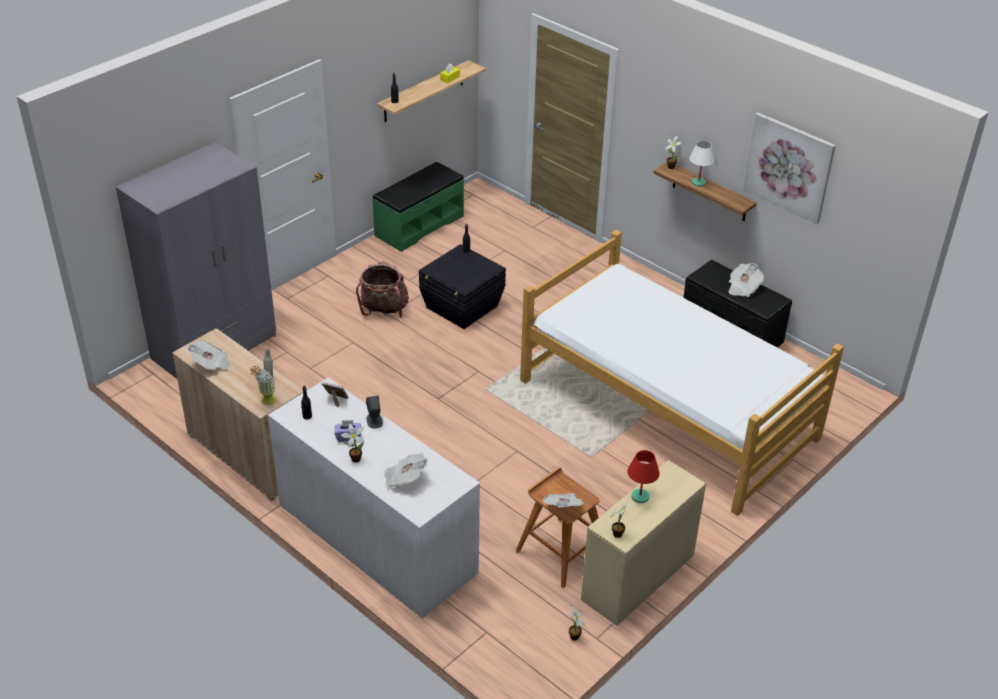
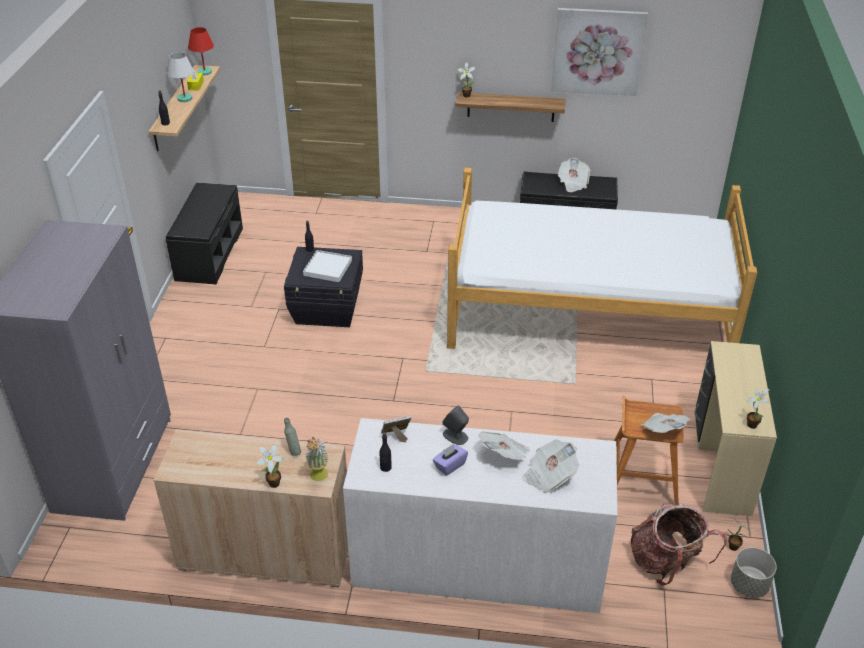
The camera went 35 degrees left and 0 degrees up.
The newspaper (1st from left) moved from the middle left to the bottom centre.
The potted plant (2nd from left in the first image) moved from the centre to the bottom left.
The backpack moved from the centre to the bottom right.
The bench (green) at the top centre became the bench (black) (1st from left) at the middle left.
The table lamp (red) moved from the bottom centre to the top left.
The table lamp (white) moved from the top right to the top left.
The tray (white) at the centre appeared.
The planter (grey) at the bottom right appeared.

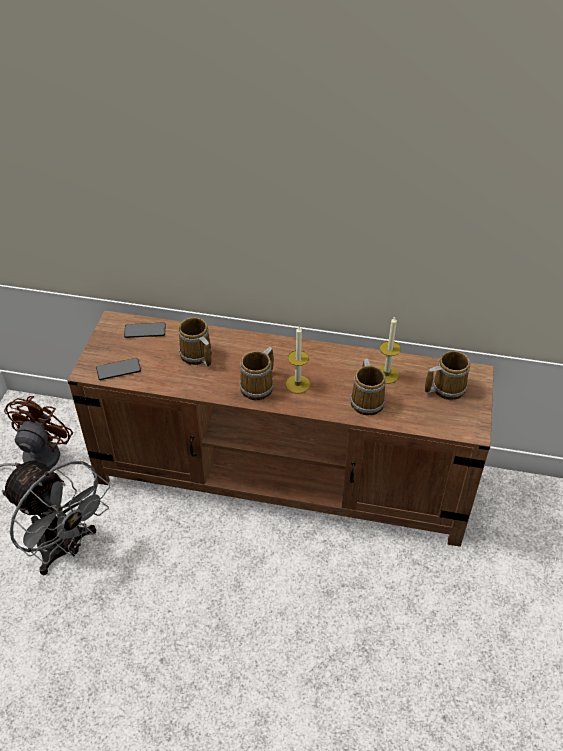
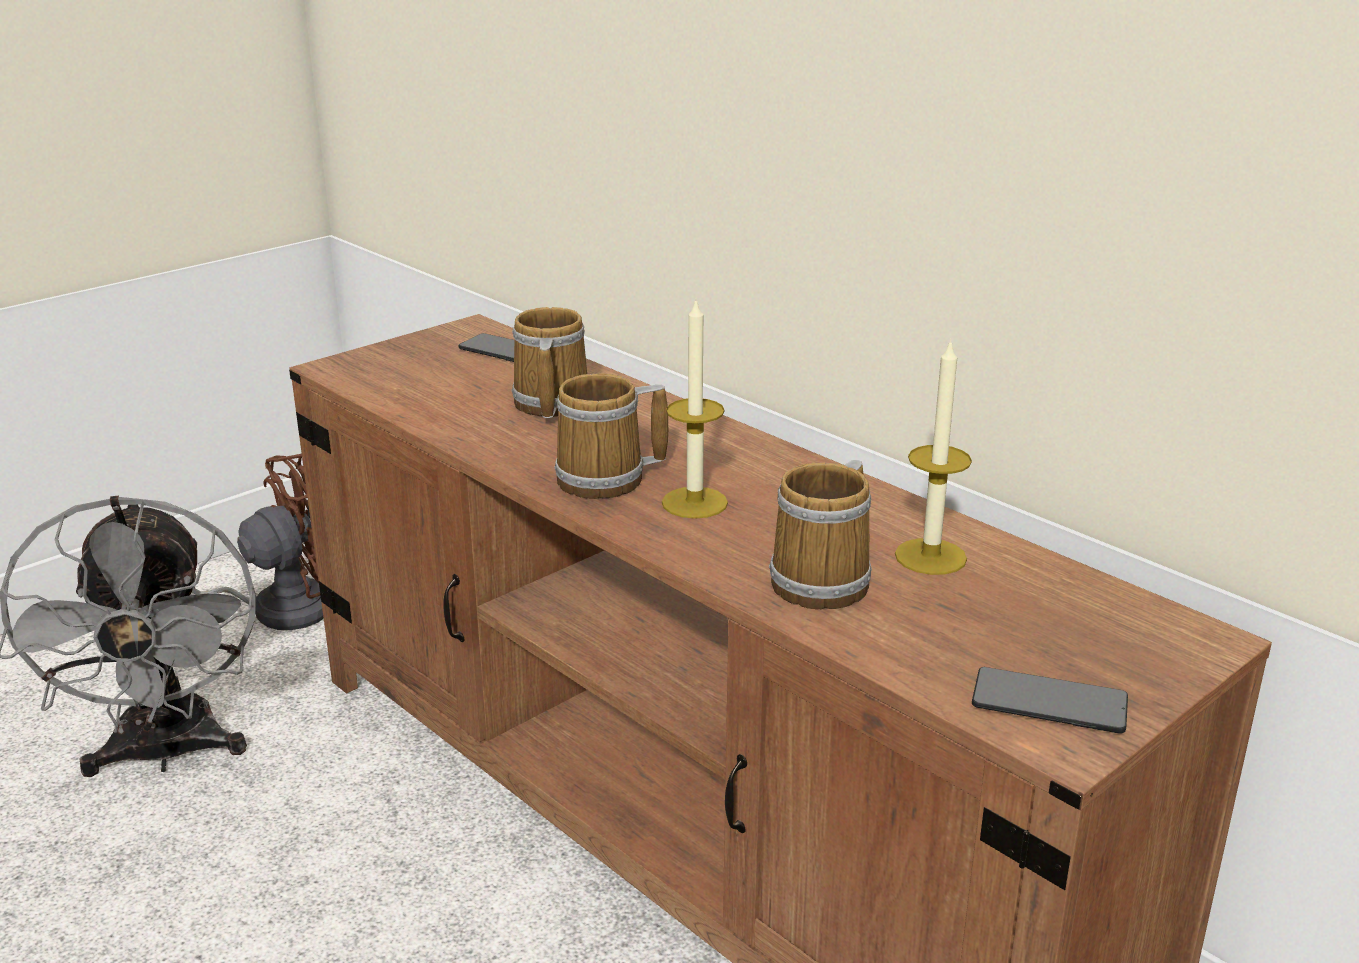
The camera went 35 degrees right and 20 degrees down.
The phone (1st from left in the first image) moved from the middle left to the bottom right.
The mug (4th from left) at the middle right disappeared.

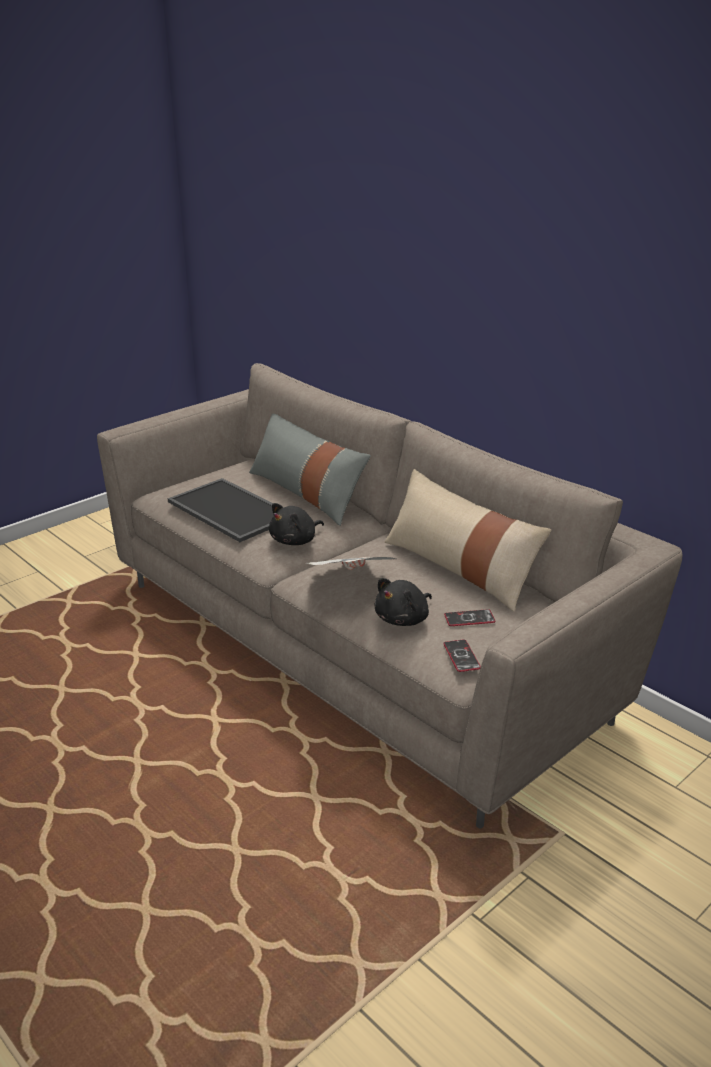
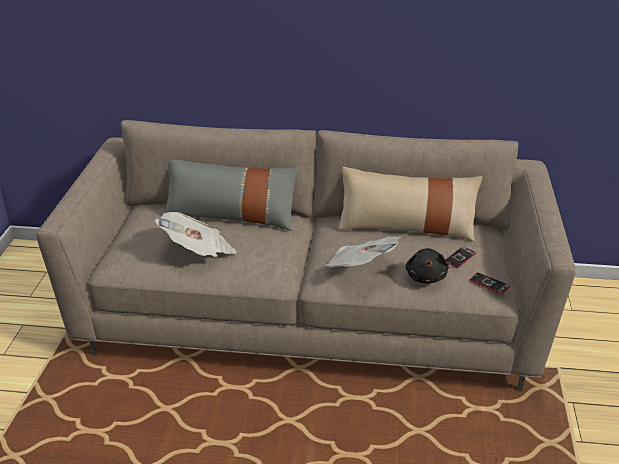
The camera went 40 degrees left and 5 degrees up.
The tray at the middle left was replaced by the newspaper (1st from left) at the middle left.
The plush toy (black) (1st from left) at the centre disappeared.

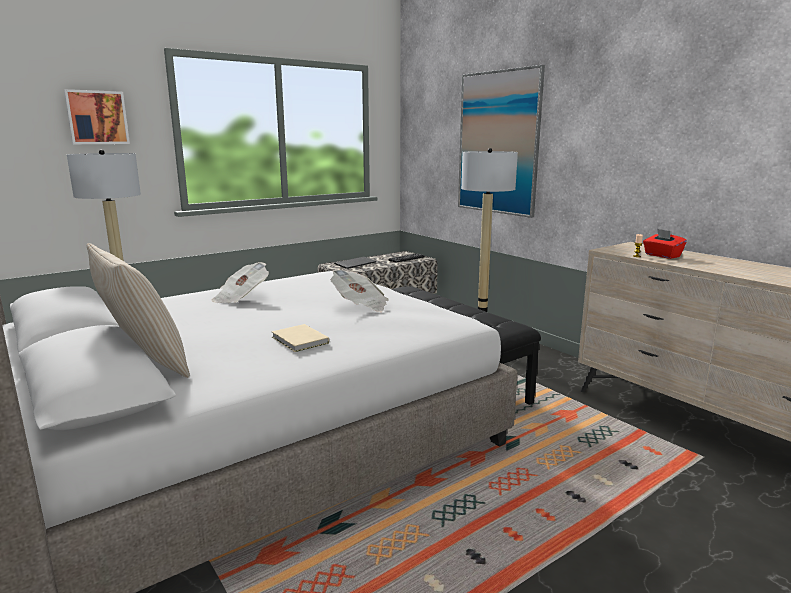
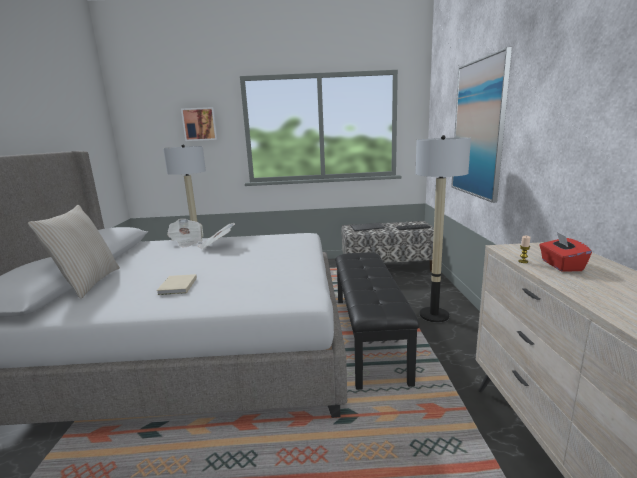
The camera went 35 degrees right and 0 degrees up.
The newspaper (2nd from left in the first image) moved from the centre to the middle left.

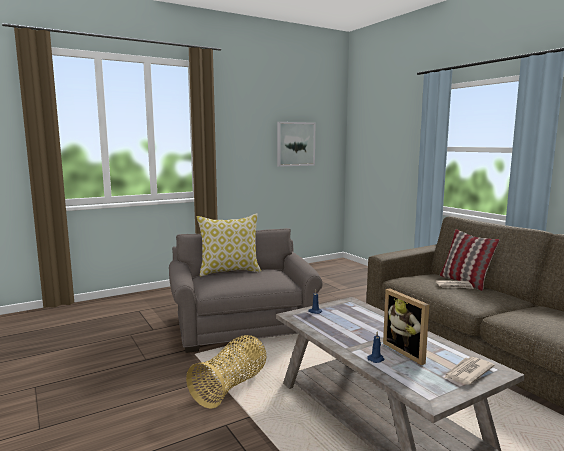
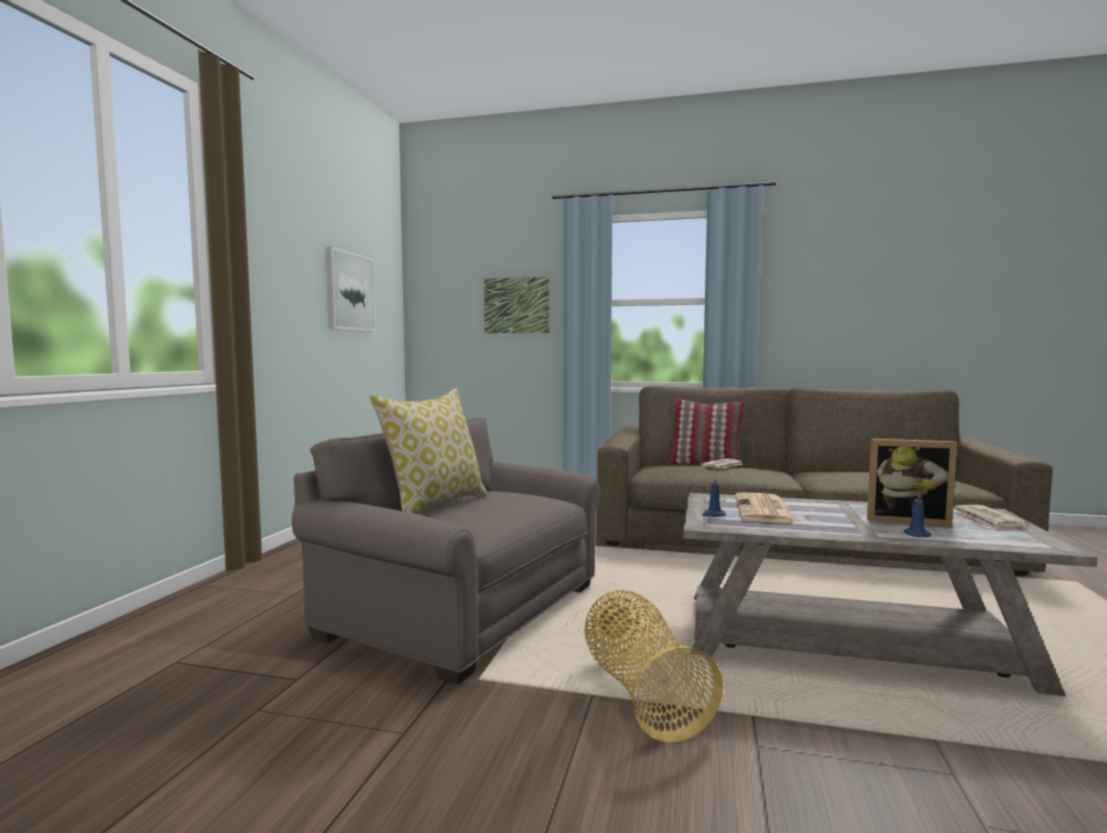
The camera went 45 degrees left and 5 degrees down.
The picture (2nd from left) at the centre appeared.
The newspaper (2nd from left) at the middle right appeared.

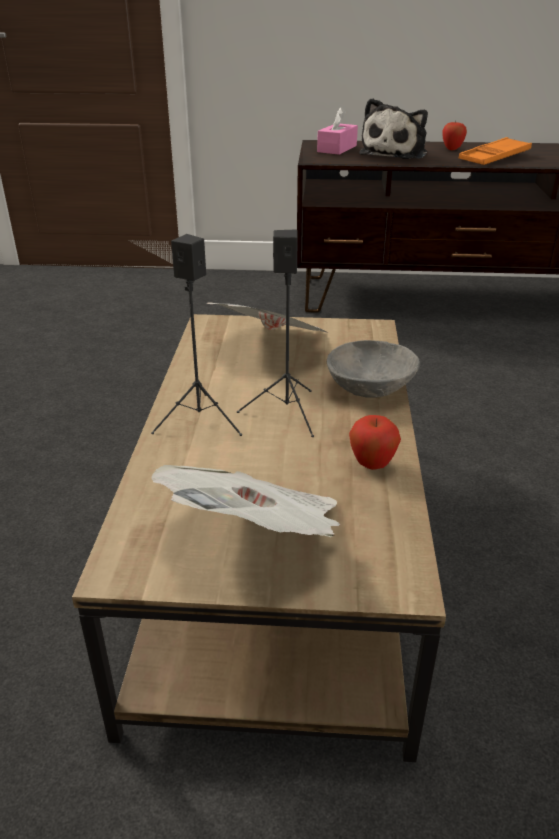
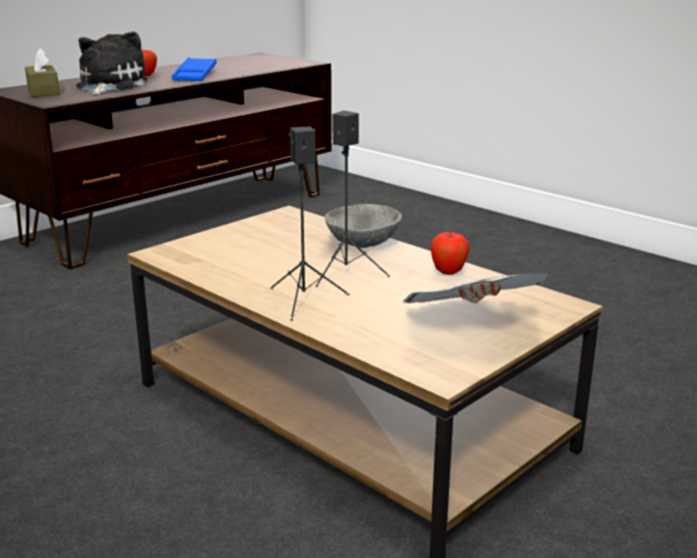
The camera went 50 degrees left and 10 degrees down.
The newspaper (2nd from left) at the centre disappeared.
The tissue box (pink) at the top centre became the tissue box (brown) at the top left.
The plush toy at the top right turned 150 degrees counterclockwise.
The tray (orange) at the top right became the tray (blue) at the top left.

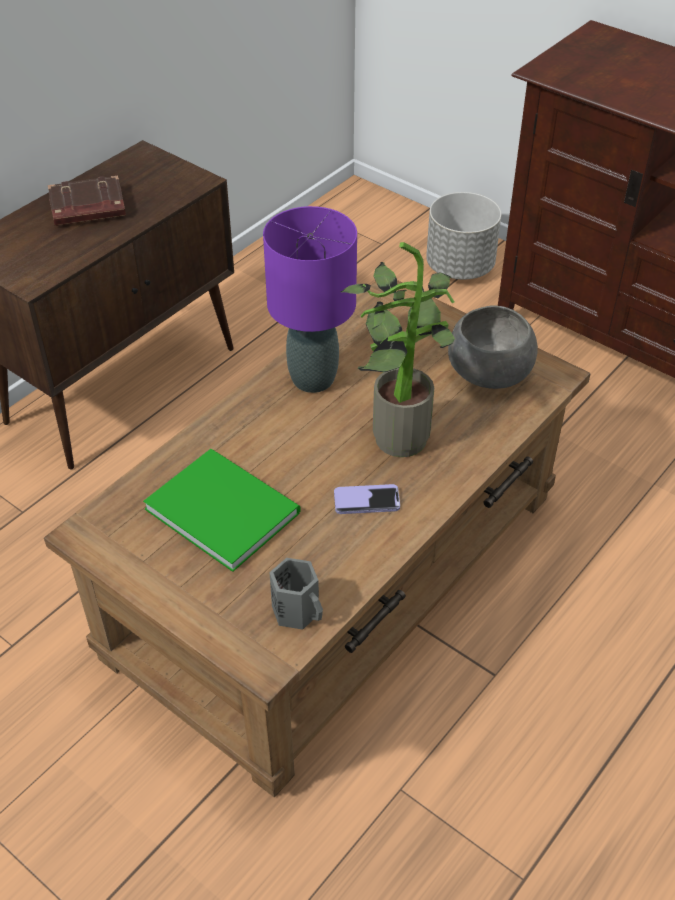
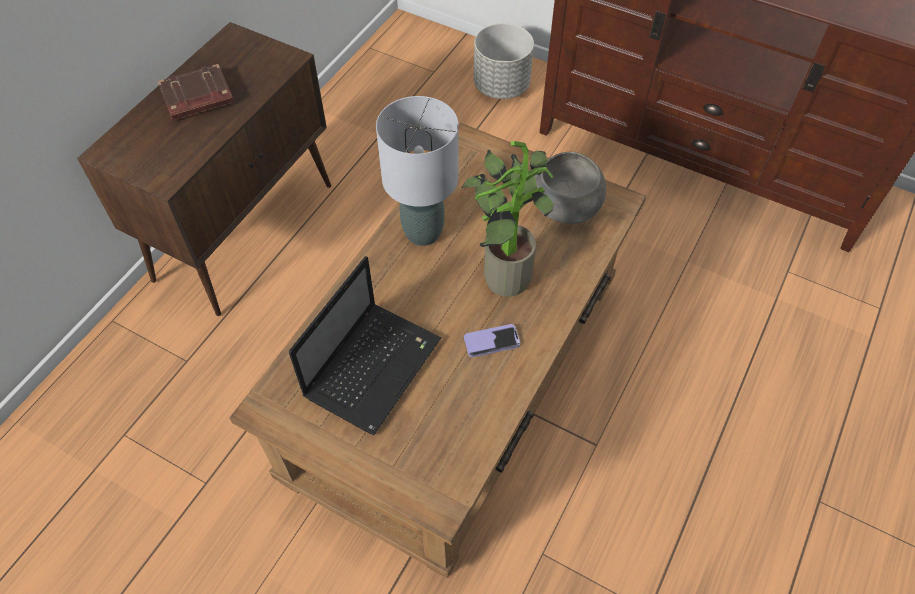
The camera went 10 degrees left and 10 degrees up.
The book (green) at the middle left was replaced by the laptop at the centre.
The table lamp (purple) at the top centre became the table lamp (grey) at the top centre.
The mug (grey) at the centre disappeared.

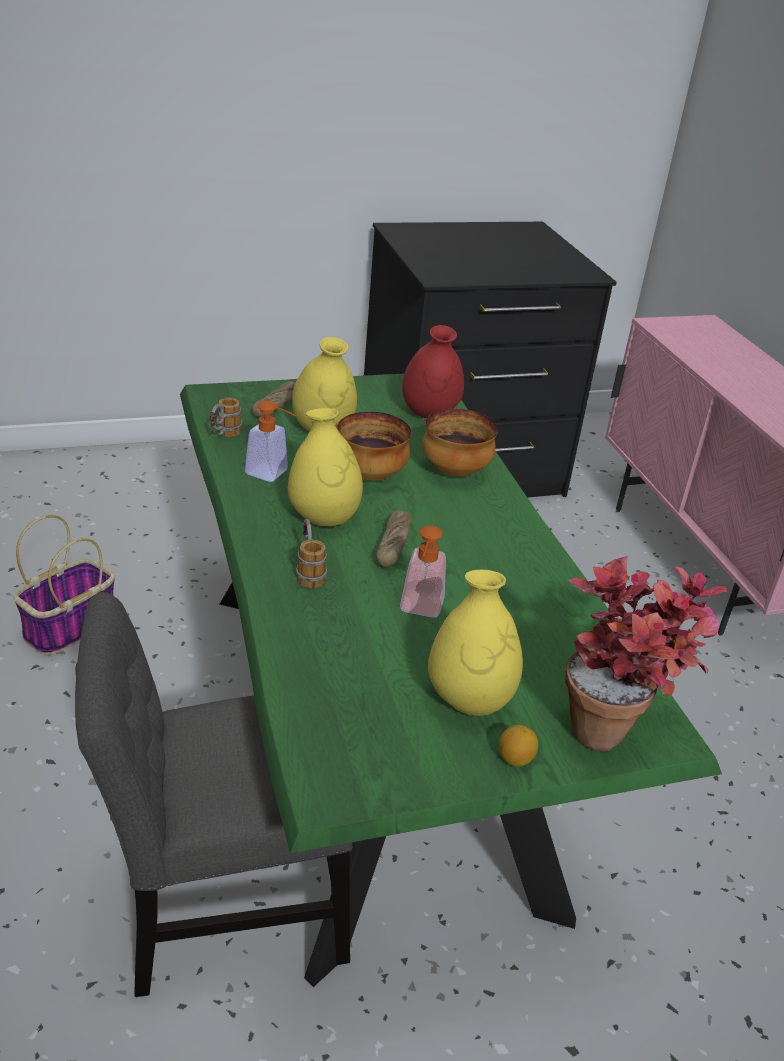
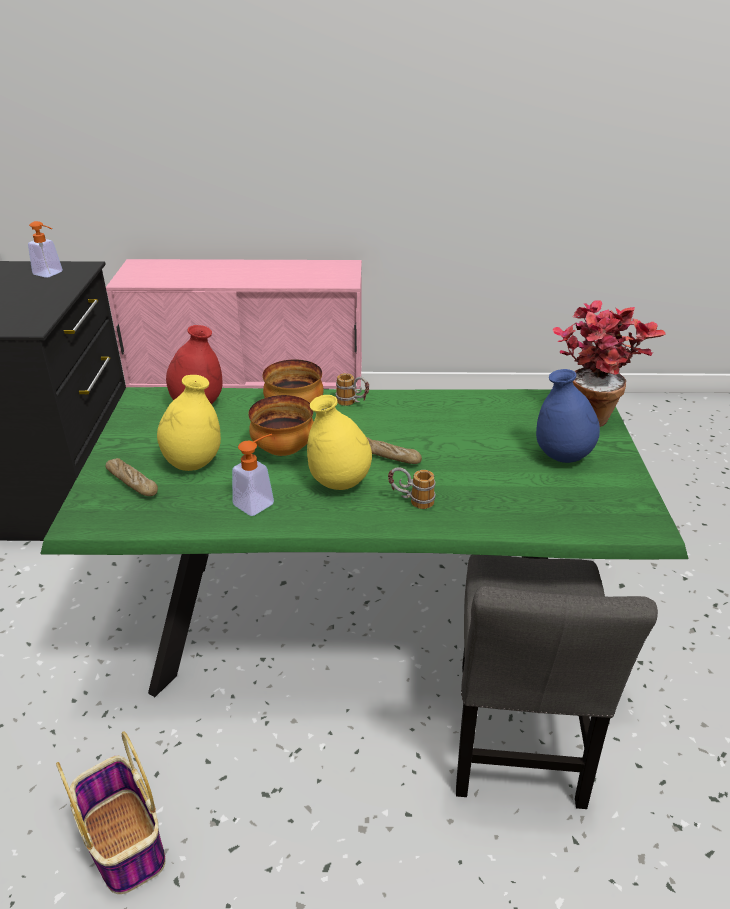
The camera went 70 degrees left and 0 degrees up.
The mug (1st from left) moved from the middle left to the centre.
The soap dispenser (2nd from left in the first image) moved from the centre to the top left.
The vase (yellow) (3rd from left) at the centre became the vase (blue) at the middle right.
The lemon at the bottom centre disappeared.

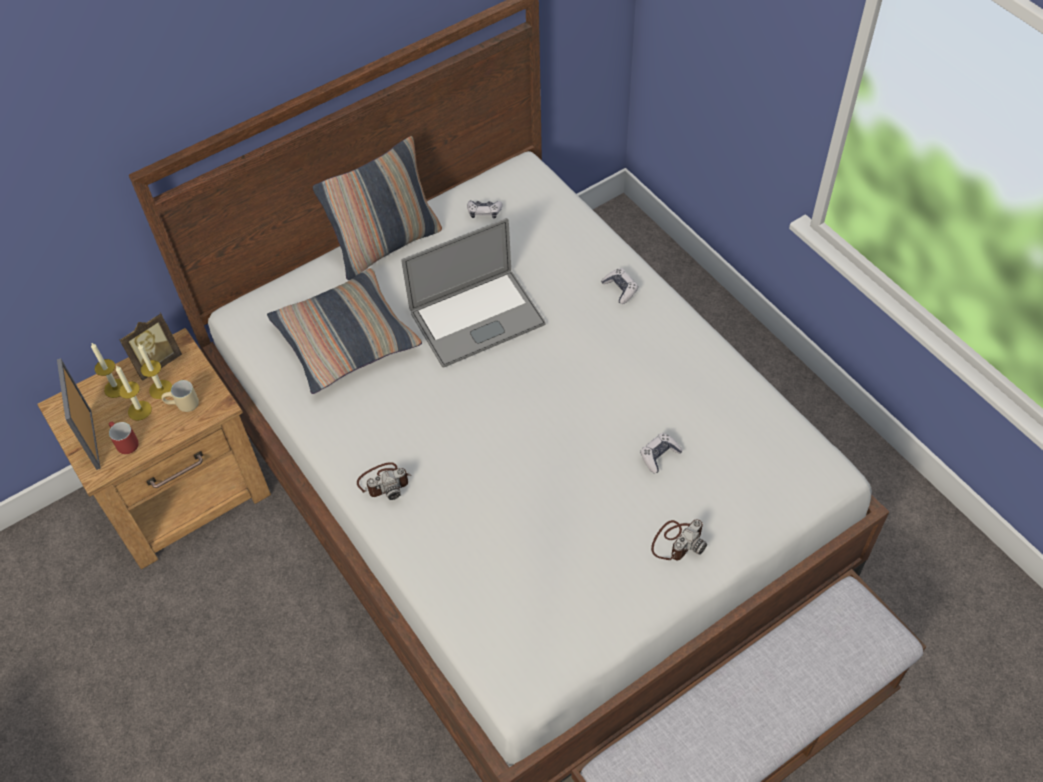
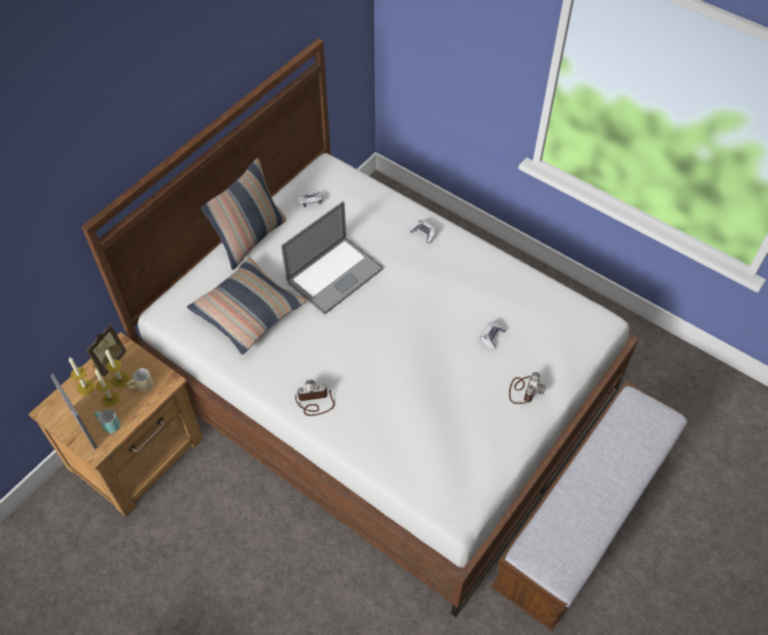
The camera went 20 degrees left and 0 degrees up.
The mug (red) at the middle left became the mug (turquoise) at the middle left.
The photo camera (1st from left) at the centre turned 150 degrees counterclockwise.

